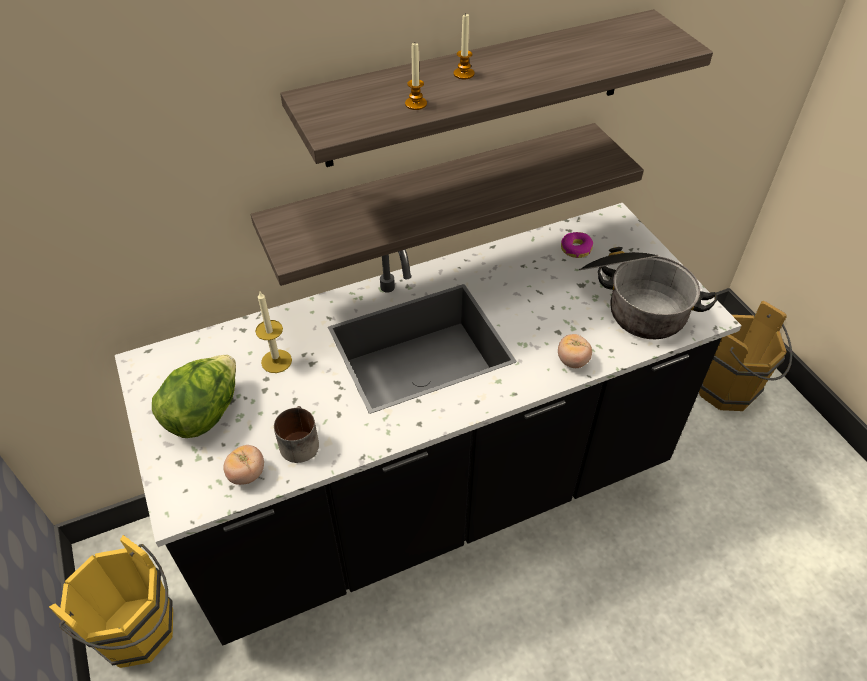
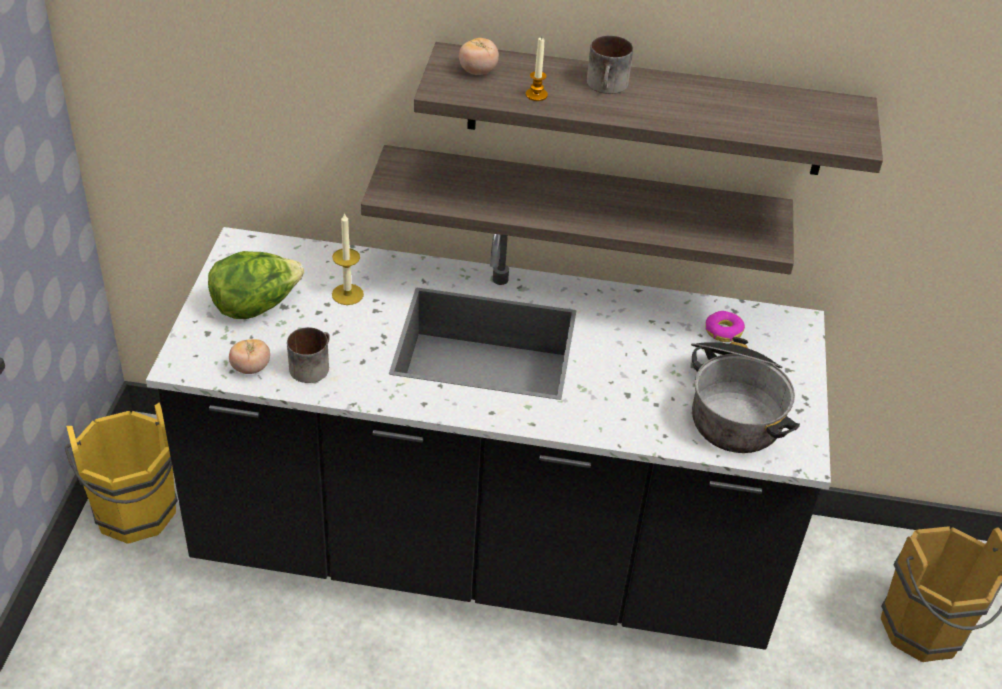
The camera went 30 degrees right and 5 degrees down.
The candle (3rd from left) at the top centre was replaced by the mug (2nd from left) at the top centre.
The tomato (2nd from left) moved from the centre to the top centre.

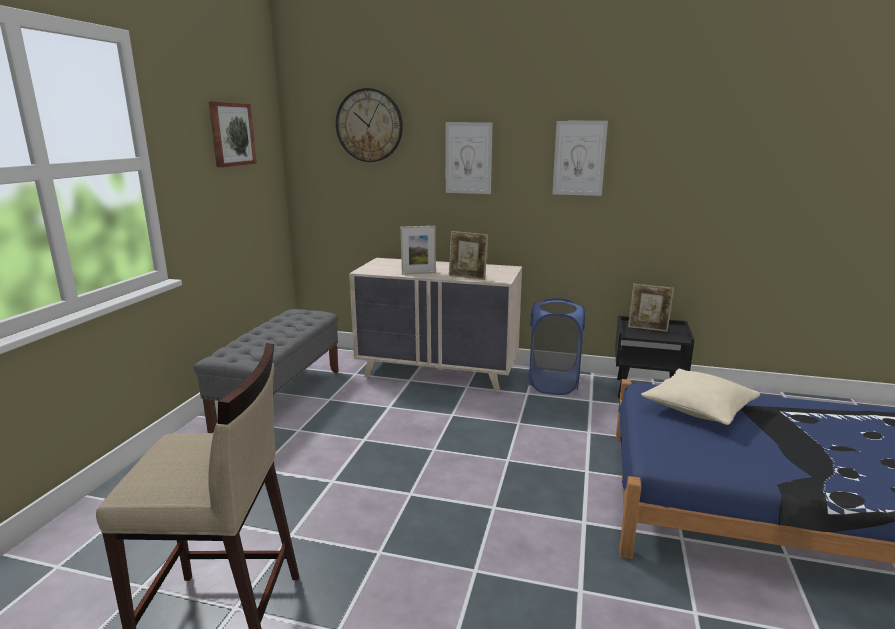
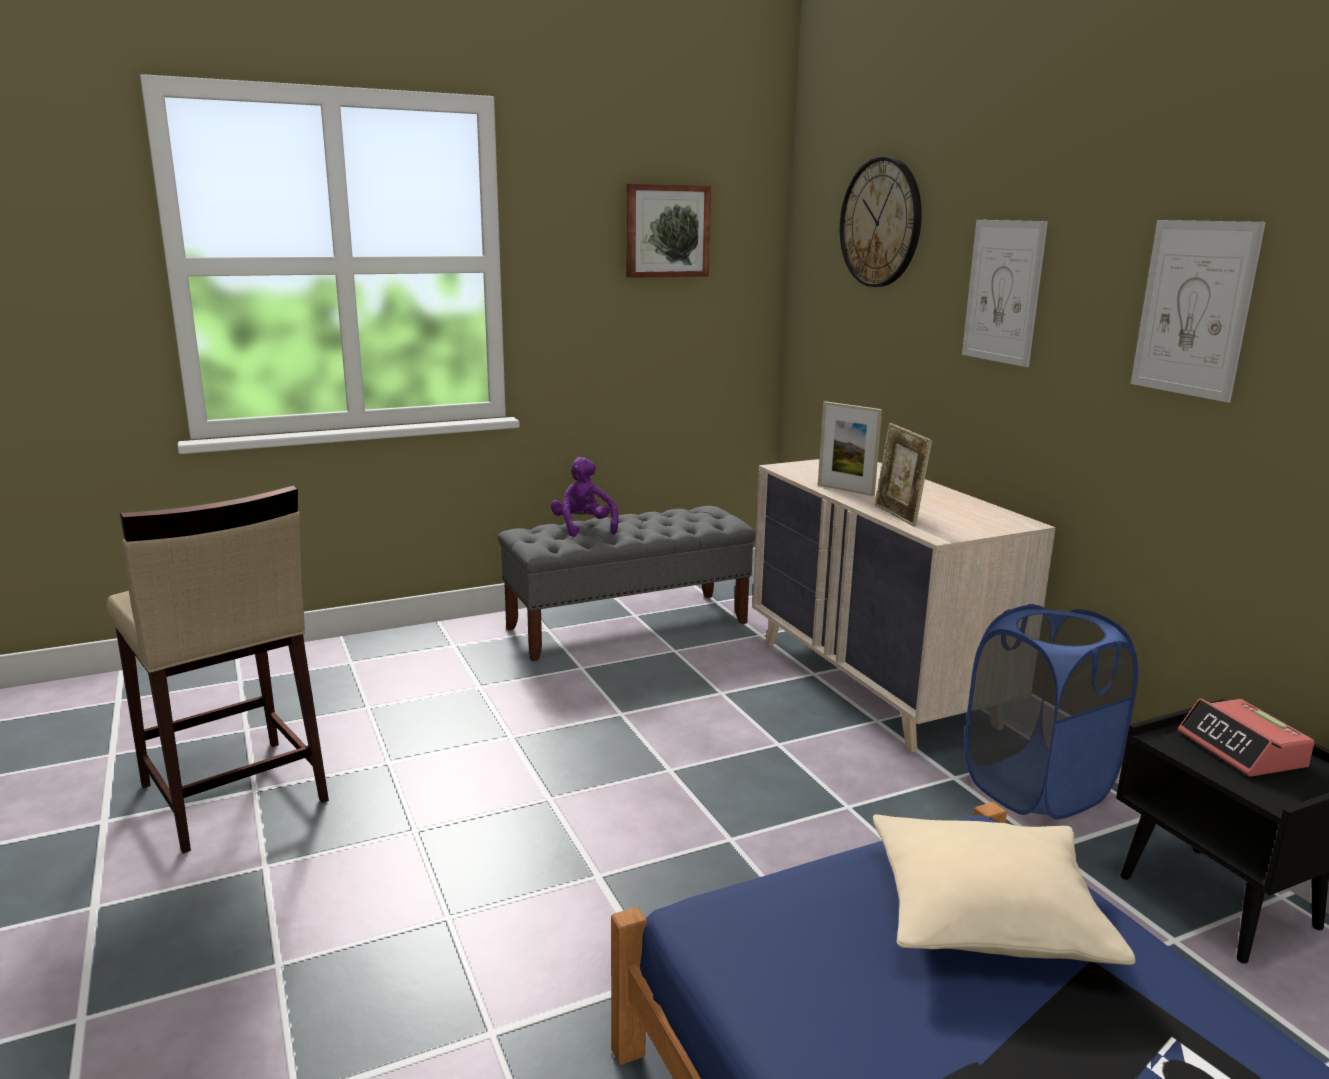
The camera went 50 degrees right and 0 degrees up.
The picture frame (3rd from left) at the middle right was replaced by the alarm clock at the bottom right.
The plush toy (purple) at the centre appeared.

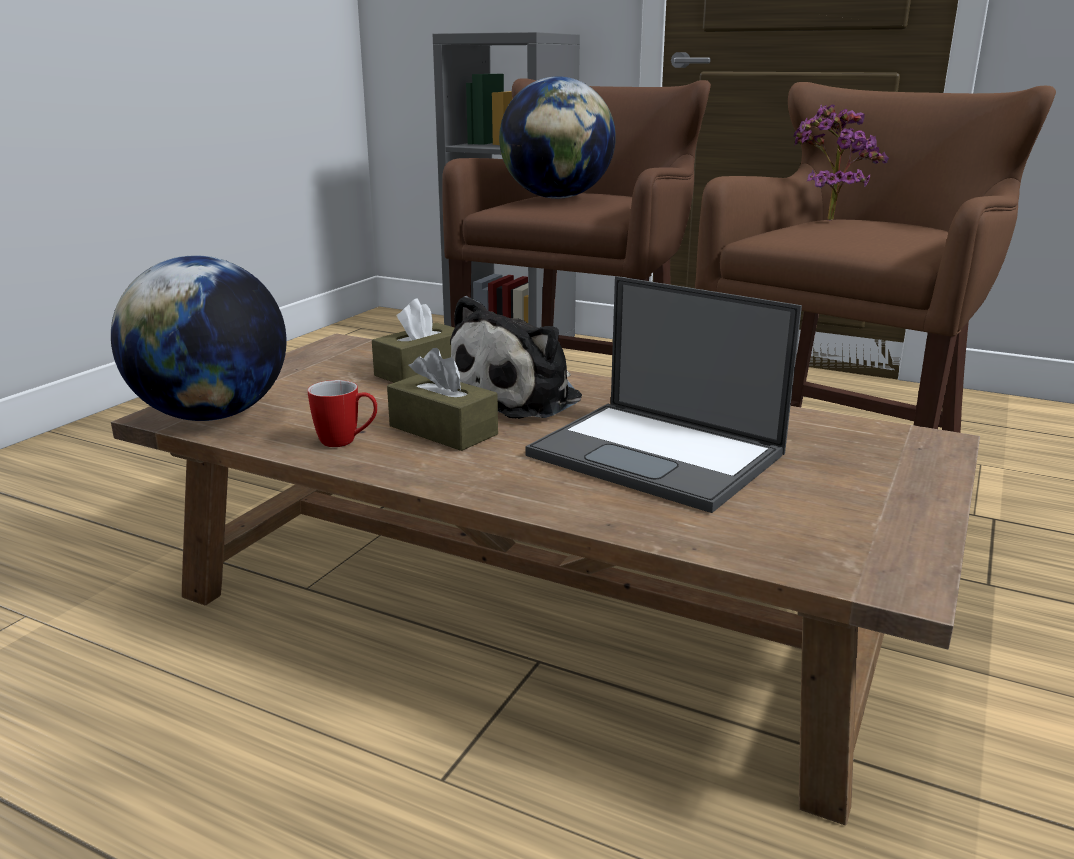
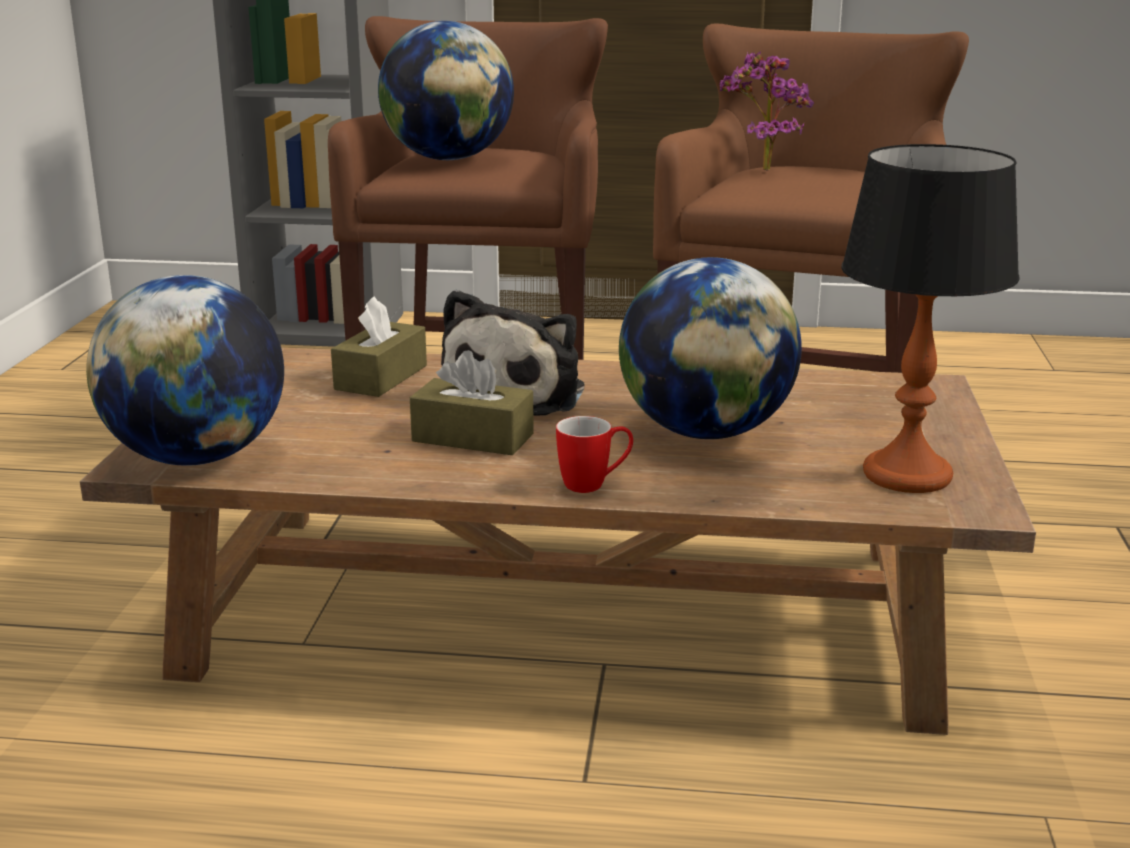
The camera went 20 degrees left and 0 degrees up.
The mug moved from the middle left to the centre.
The laptop at the centre was replaced by the globe (3rd from left) at the centre.
The table lamp at the middle right appeared.

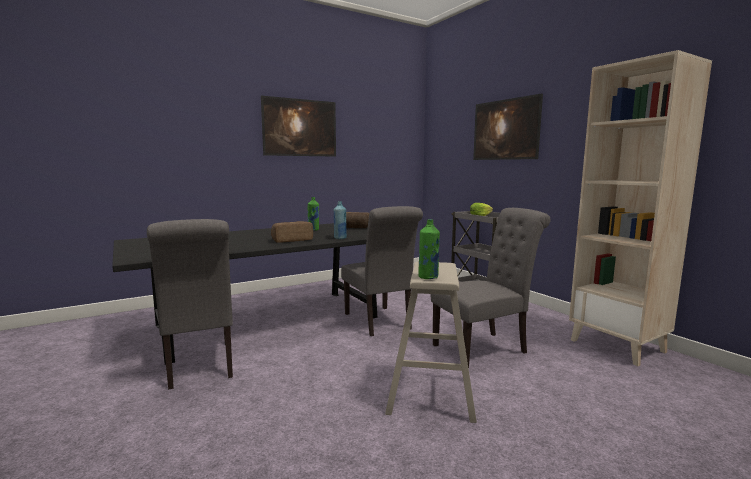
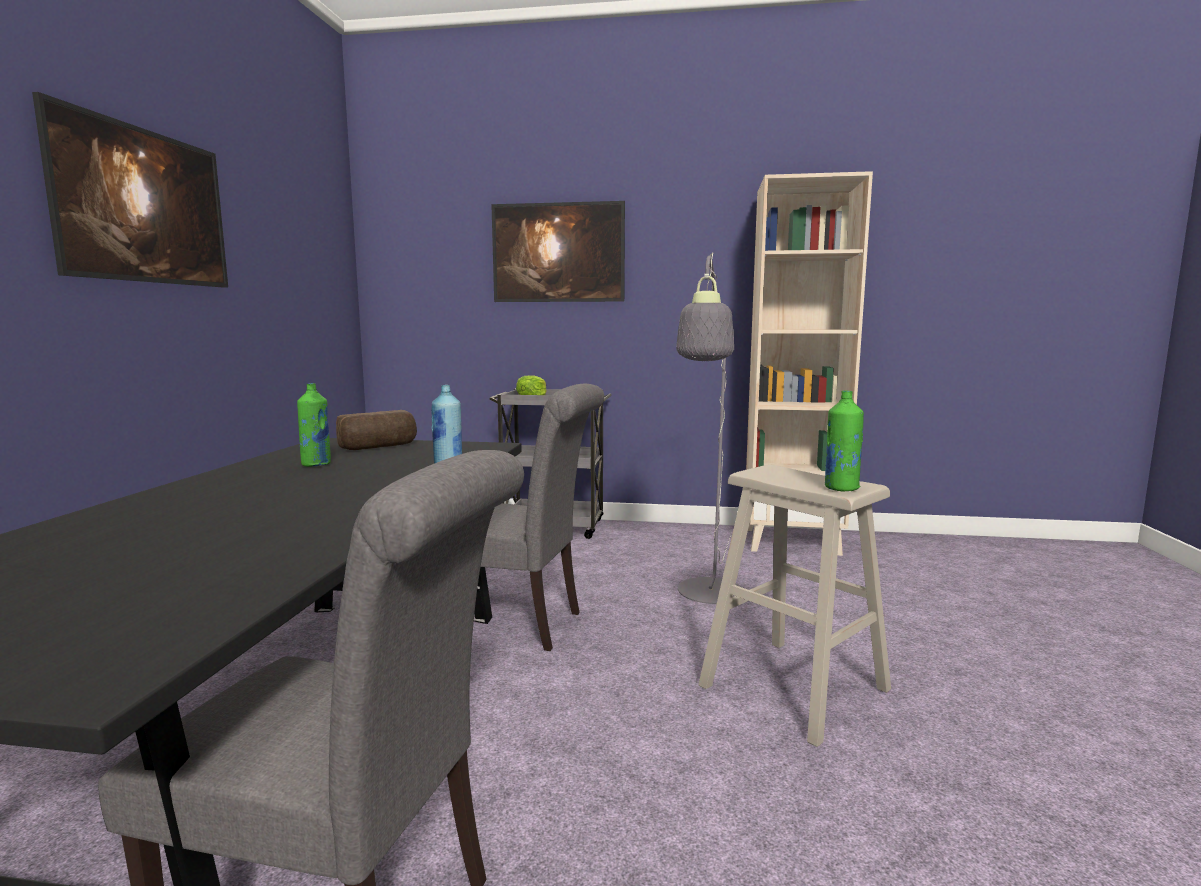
The camera went 50 degrees left and 0 degrees up.
The bread (1st from left) at the centre disappeared.
The chair (grey) (3rd from left) at the centre was replaced by the floor lamp (grey) at the centre.

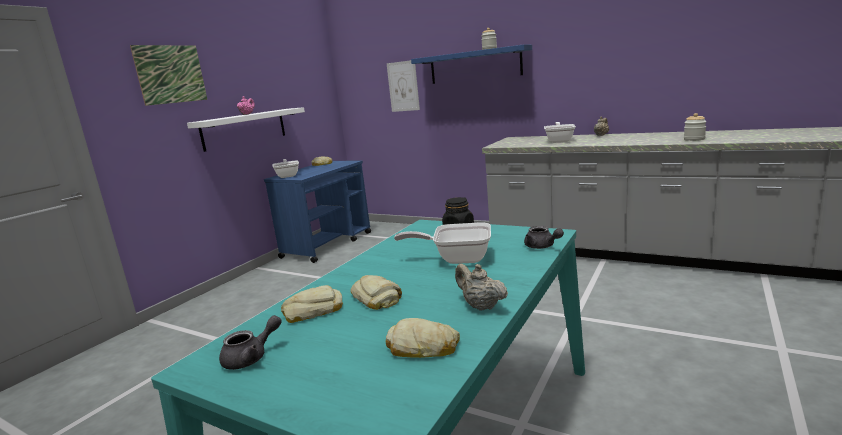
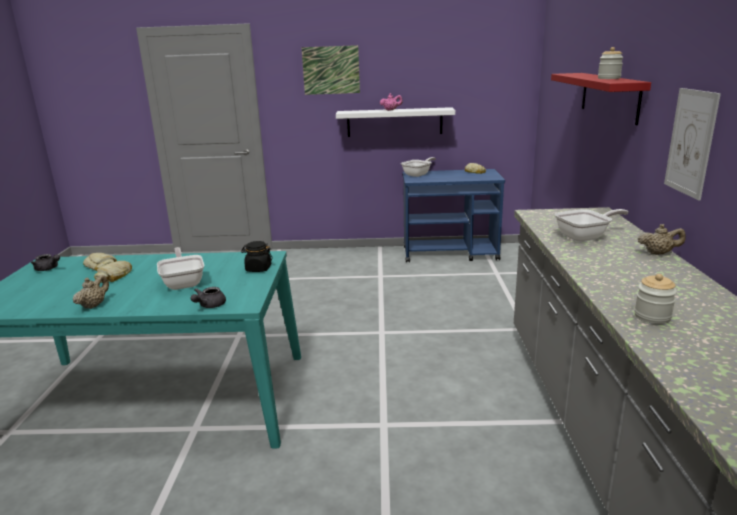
The camera went 60 degrees right and 5 degrees up.
The bread (4th from left) at the bottom centre disappeared.
The picture (2nd from left) moved from the top centre to the top right.
The shelf (blue) at the top centre became the shelf (red) at the top right.

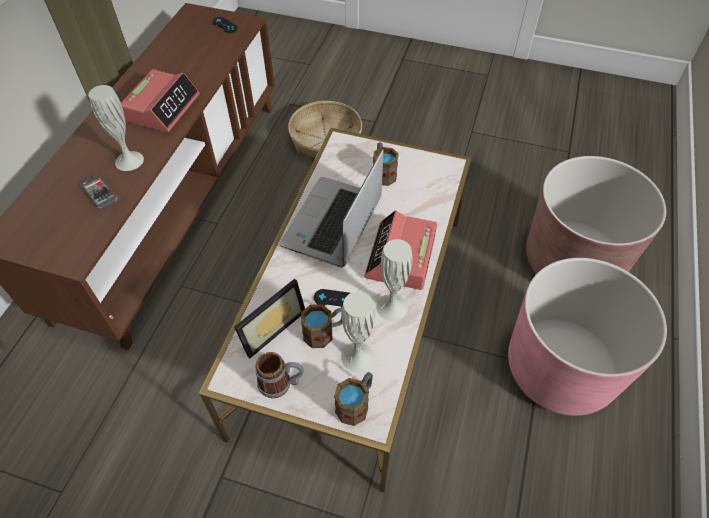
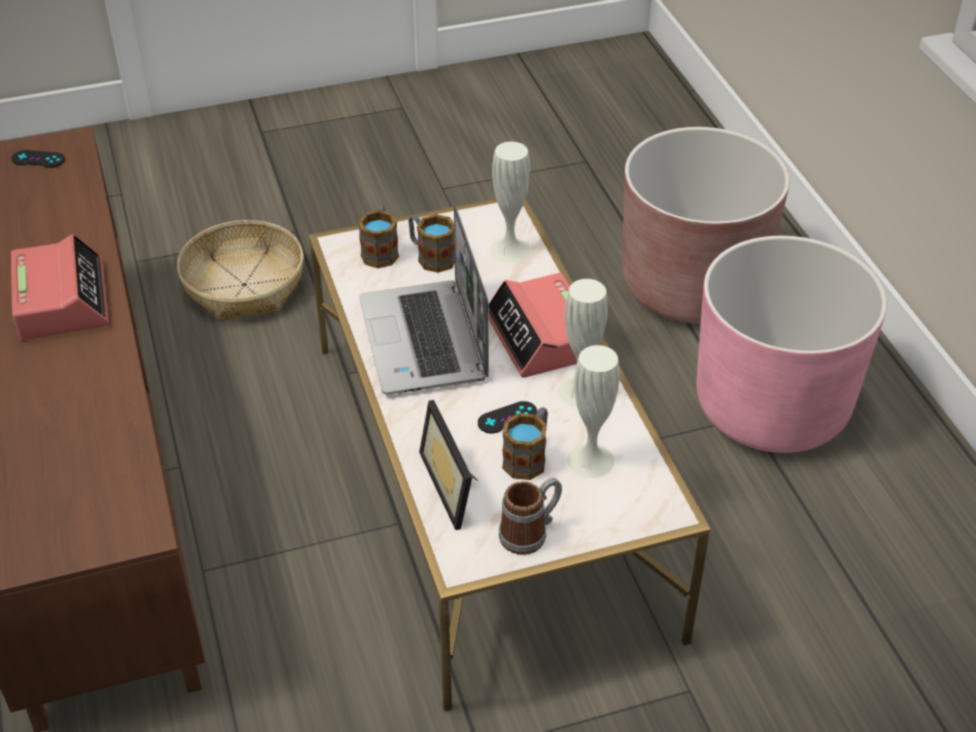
The camera went 35 degrees left and 10 degrees down.
The phone at the middle left disappeared.
The vase (white) (1st from left) moved from the top left to the top centre.
The picture frame at the centre turned 150 degrees clockwise.
The mug (3rd from left in the first image) moved from the bottom centre to the top centre.

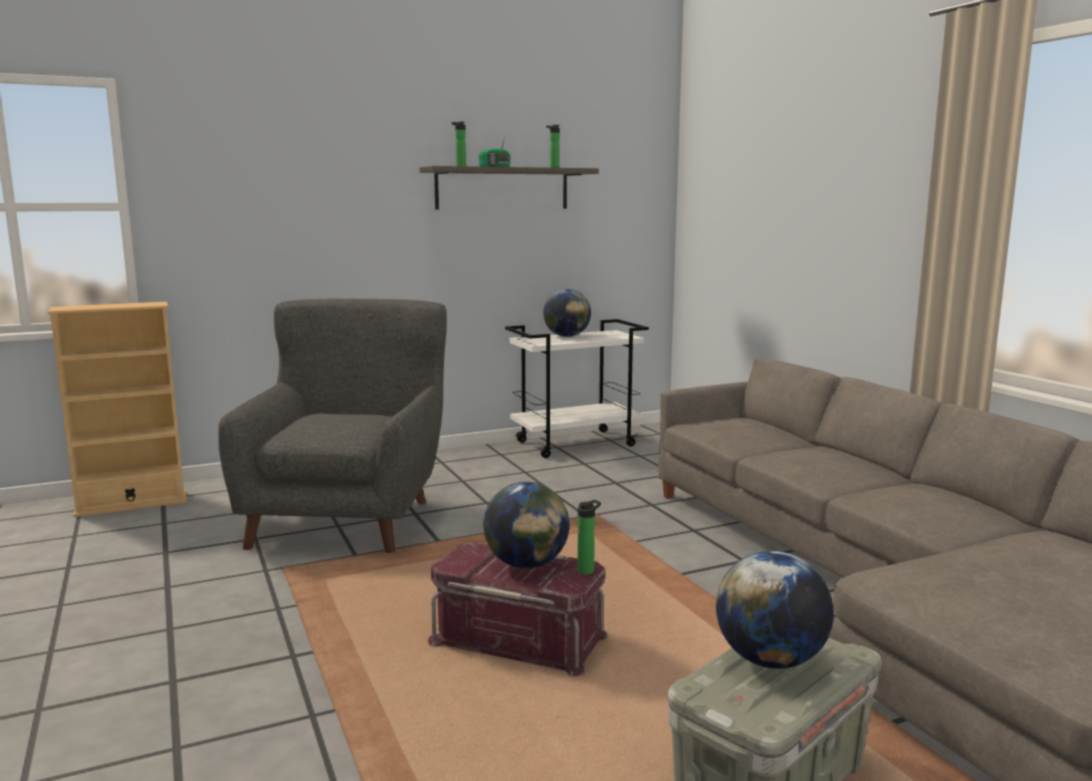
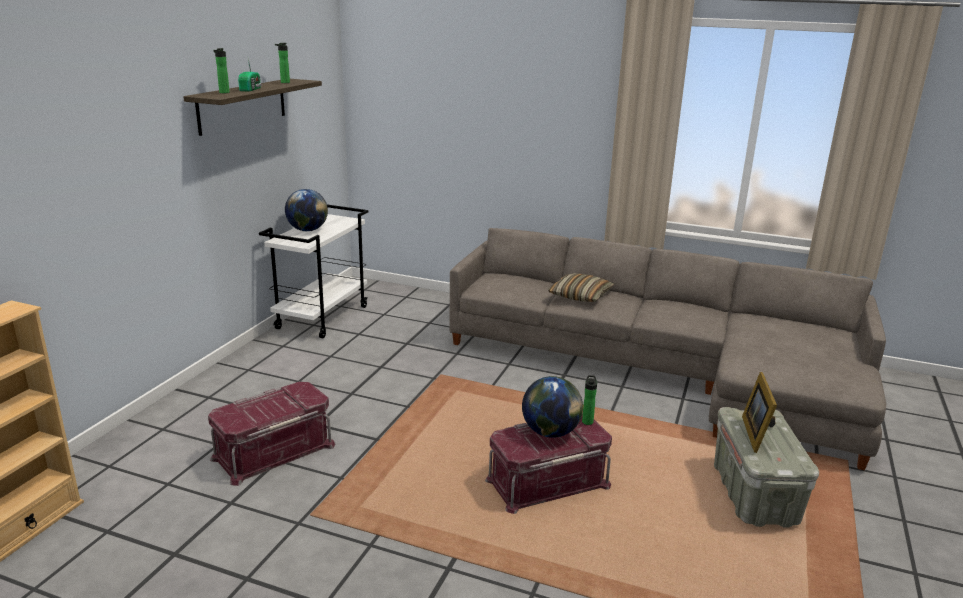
The camera went 45 degrees left and 10 degrees up.
The armchair (grey) at the middle left was replaced by the storage box (red) (1st from left) at the bottom left.
The globe (3rd from left) at the bottom right was replaced by the picture frame at the bottom right.
The pillow at the centre appeared.

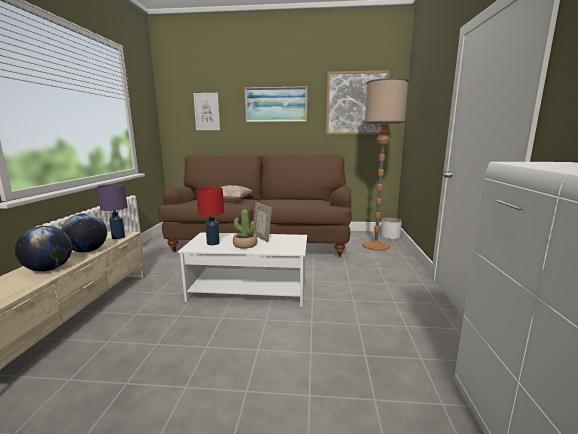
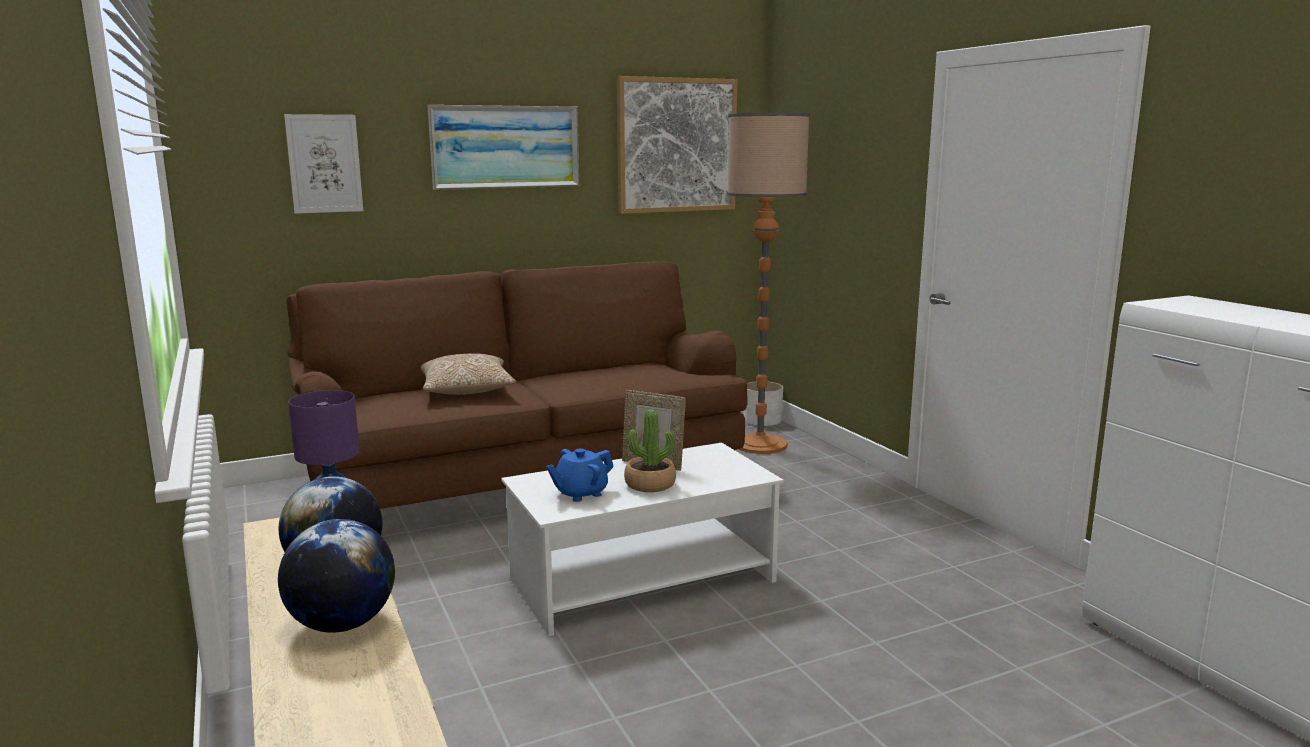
The camera went 30 degrees left and 0 degrees up.
The table lamp (red) at the centre was replaced by the teapot (blue) at the centre.

